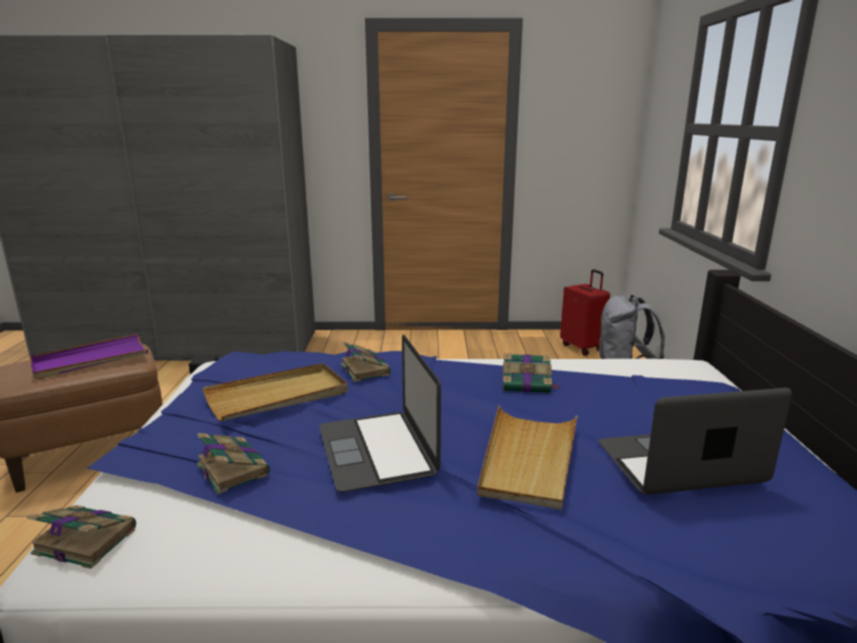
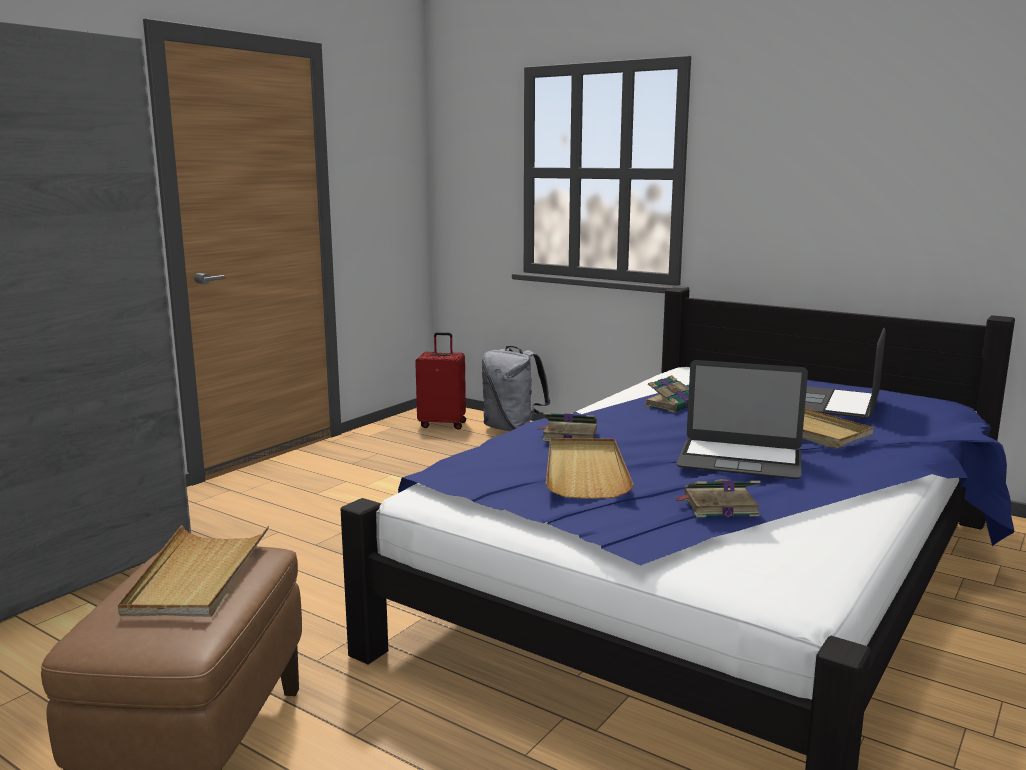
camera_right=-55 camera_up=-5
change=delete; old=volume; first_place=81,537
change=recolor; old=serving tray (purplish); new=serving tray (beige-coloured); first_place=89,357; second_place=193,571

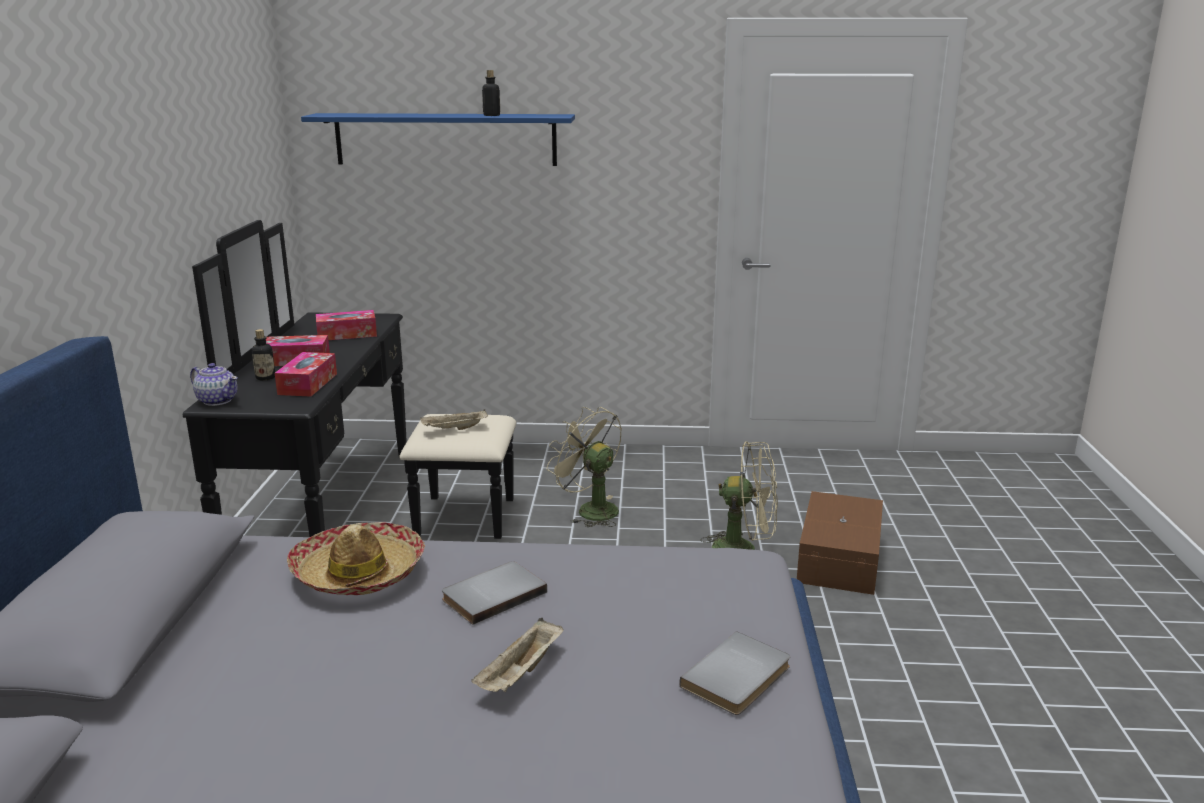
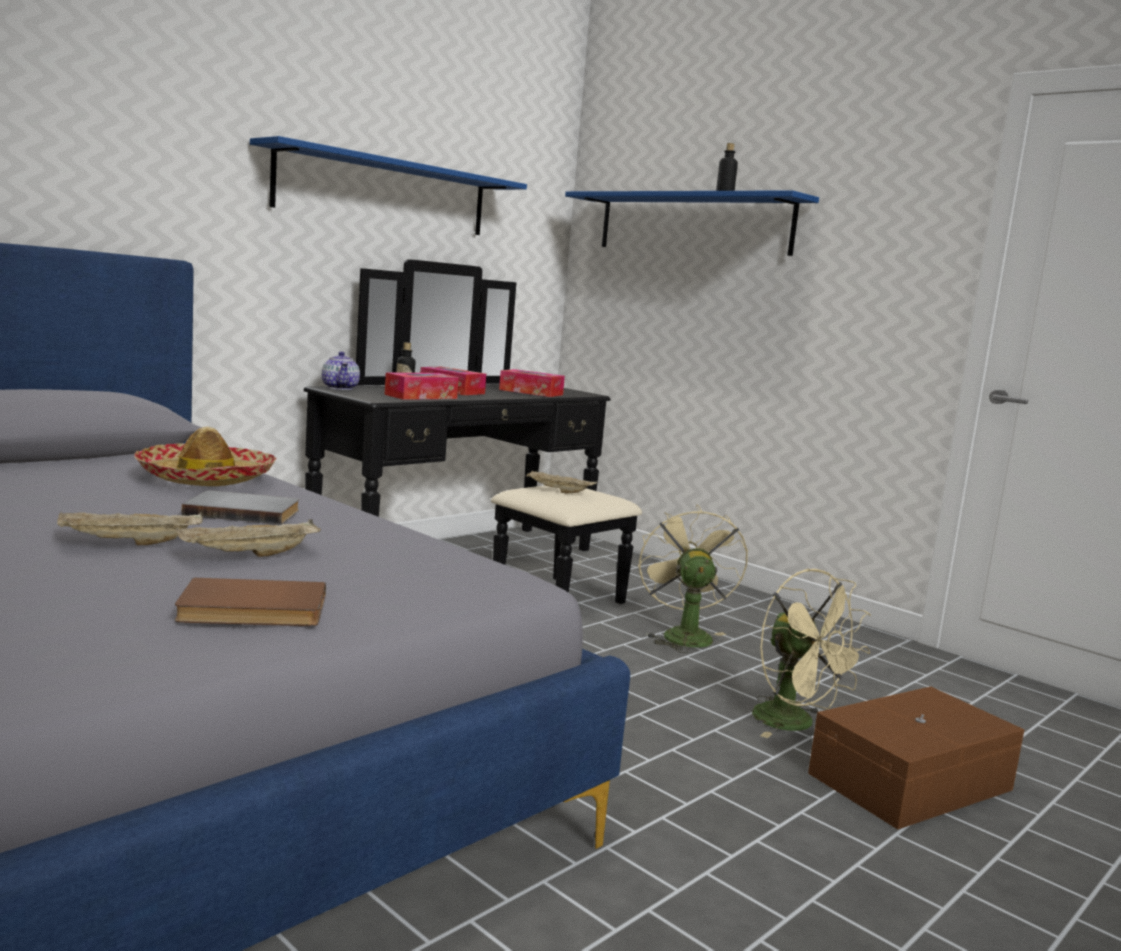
camera_right=40 camera_up=-10
change=insert; new=serving tray (beige-coloured); second_place=248,538
change=insert; new=wall shelf (blue-coloured); second_place=388,185
change=recolor; old=volume (greyish); new=volume (brownish); first_place=734,673; second_place=250,602

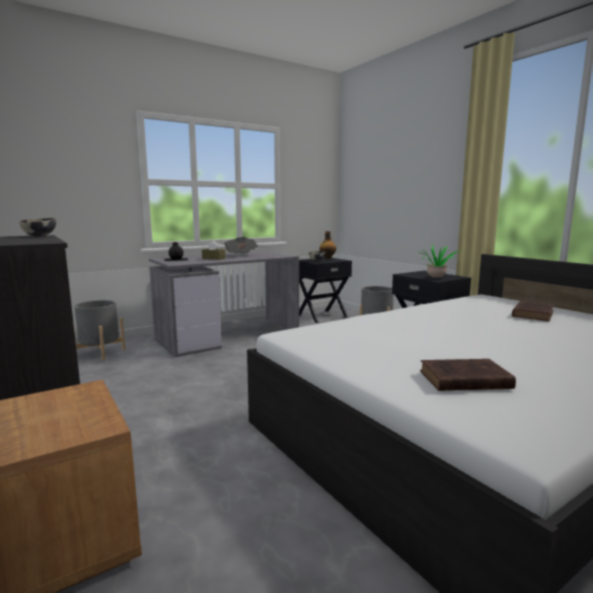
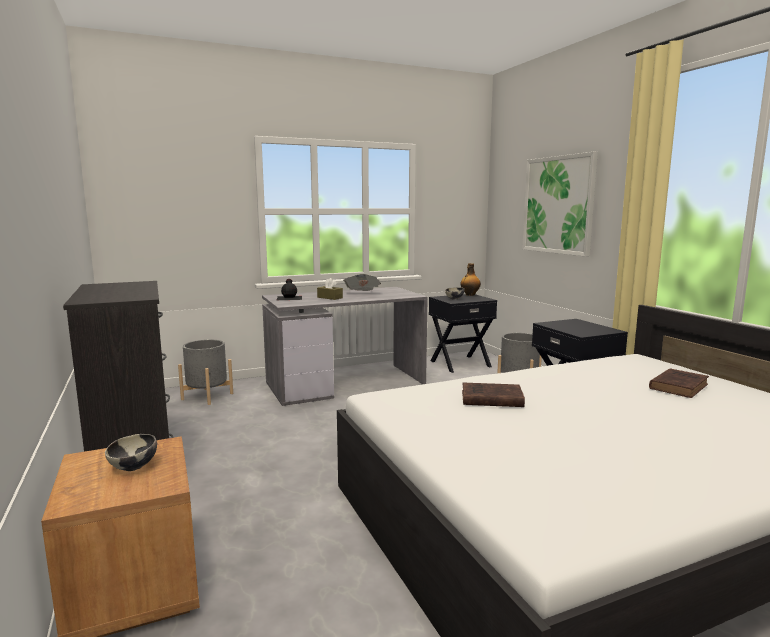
camera_right=10 camera_up=0
change=delete; old=potted plant; first_place=438,261
change=insert; new=wall picture; second_place=560,204
change=move; old=deep dish; first_place=37,227; second_place=131,452
change=move; old=volume (brownish); first_place=468,375; second_place=493,395

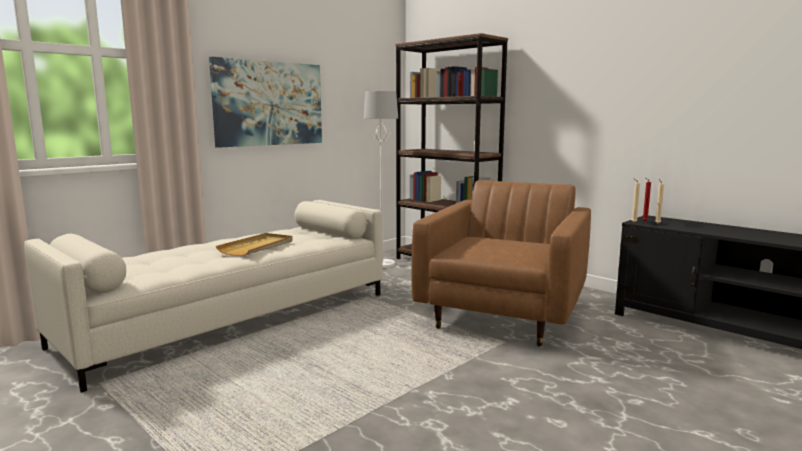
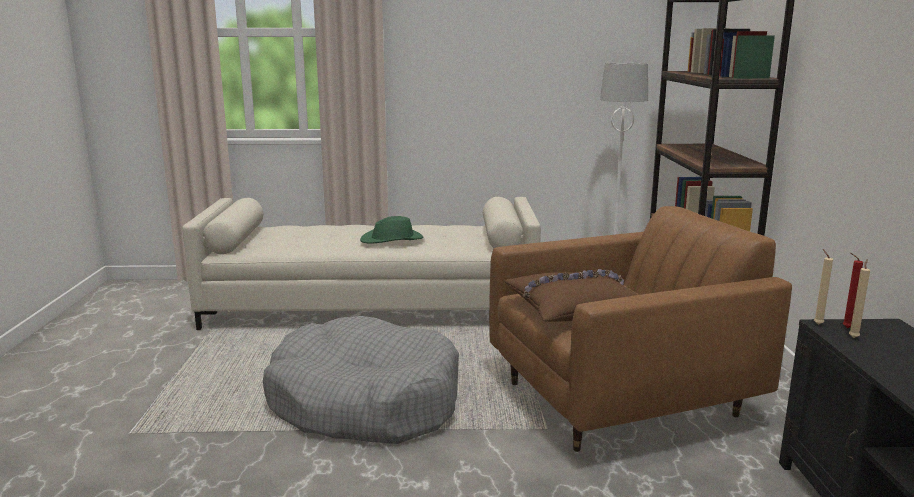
camera_right=45 camera_up=5
change=delete; old=wall picture; first_place=265,102
change=insert; new=dog cushion (greyish); second_place=361,380
change=insert; new=pillow (brownish); second_place=571,295
change=replace; old=serving tray (beige-coloured); new=hat (greenish); first_place=254,244; second_place=392,229

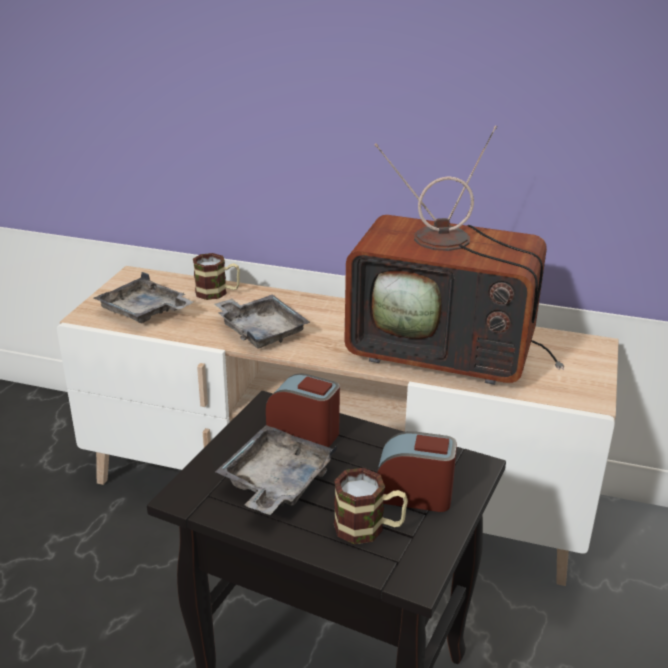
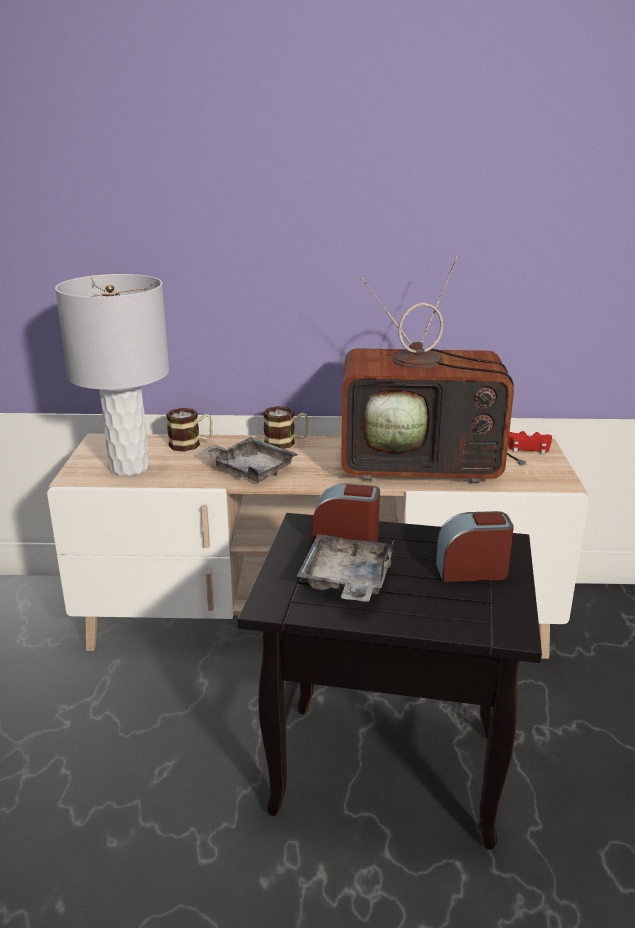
camera_right=-15 camera_up=-5
change=insert; new=gamepad (red-coloured); second_place=530,442
change=move; old=coffee mug; first_place=371,506; second_place=286,427
change=replace; old=serving tray (greyish); new=table lamp (greyish); first_place=143,297; second_place=112,375

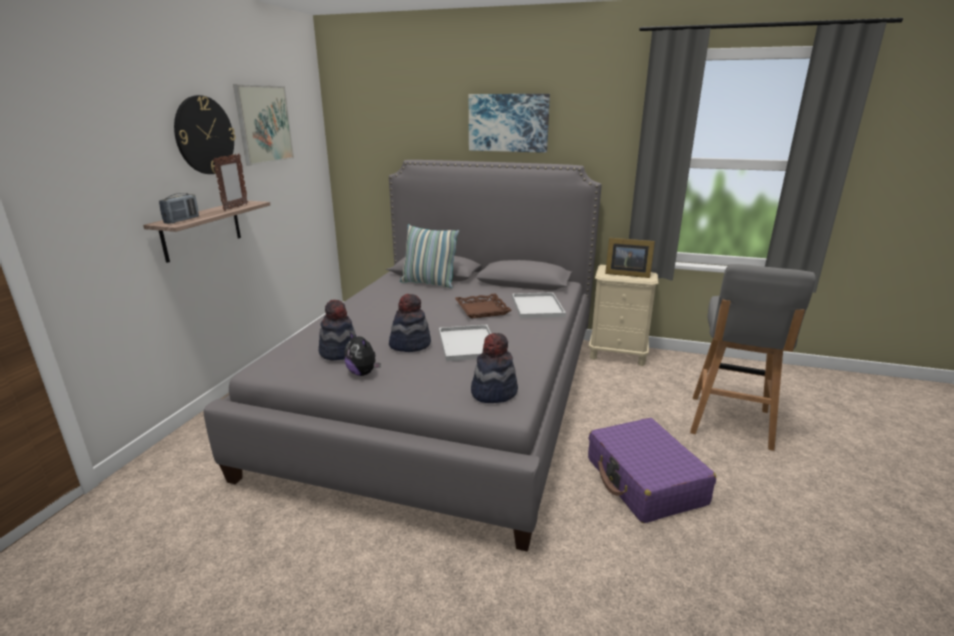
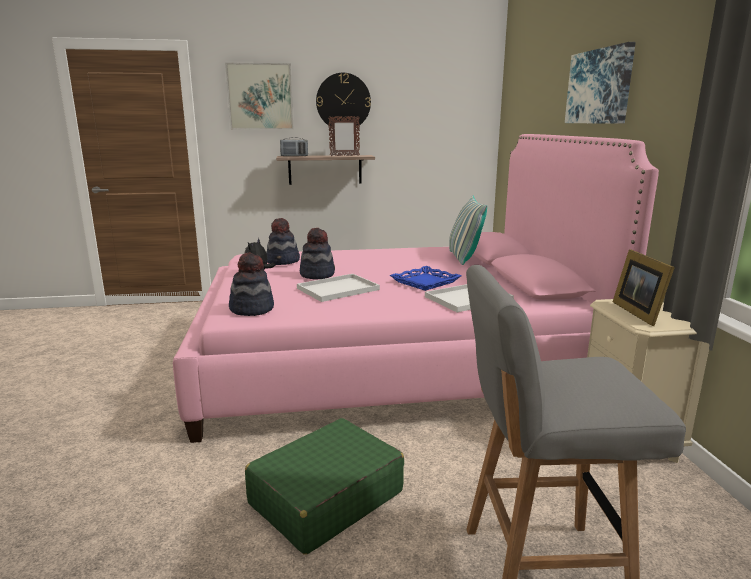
camera_right=65 camera_up=-5
change=move; old=wall picture; first_place=263,125; second_place=259,96
change=recolor; old=sleeping bed (greyish); new=sleeping bed (pink); first_place=402,356; second_place=416,288
change=recolor; old=serving tray (brownish); new=serving tray (blue-coloured); first_place=483,306; second_place=425,278
change=recolor; old=suitcase (purplish); new=suitcase (greenish); first_place=652,470; second_place=324,486

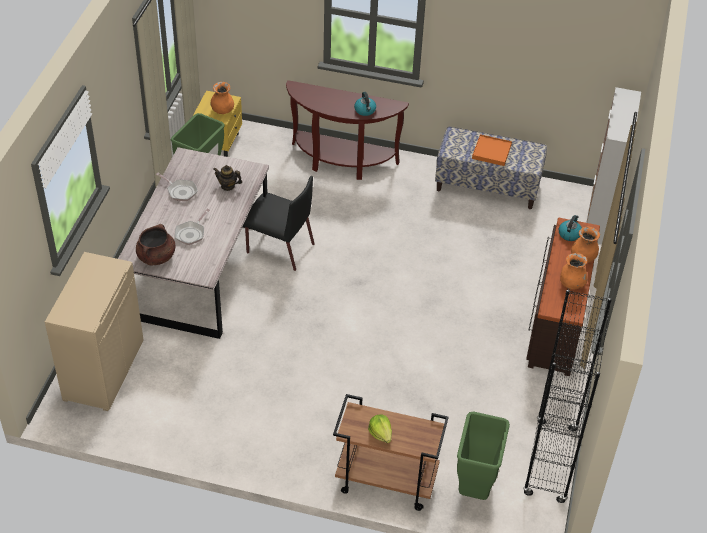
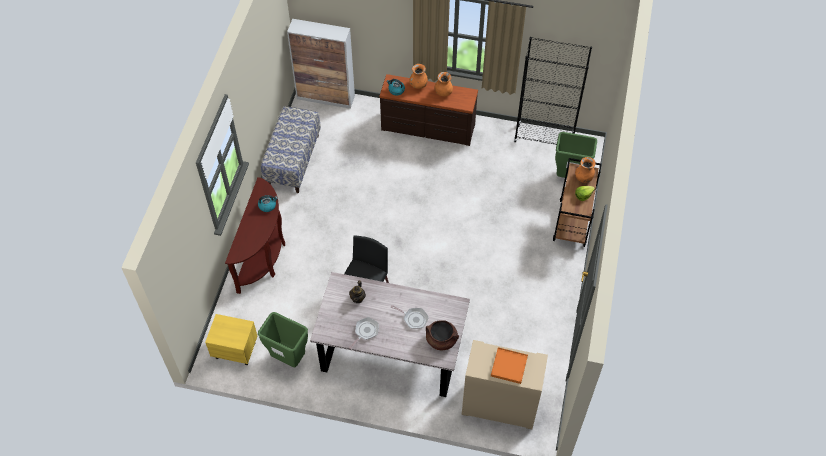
camera_right=-90 camera_up=10
change=move; old=flower vase (orangey); first_place=222,98; second_place=585,170
change=move; old=serving tray (orangey); first_place=492,150; second_place=509,365

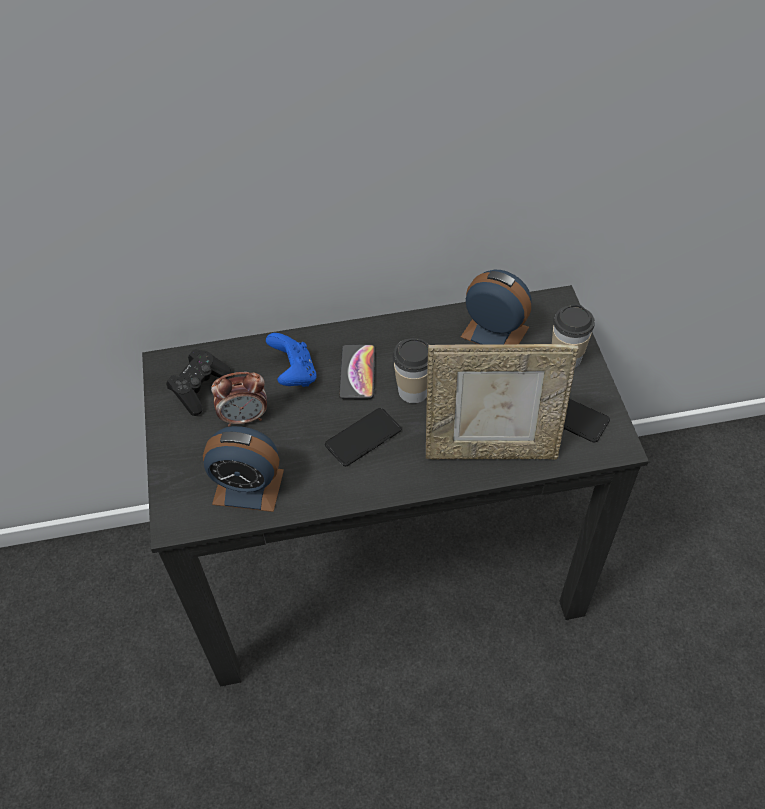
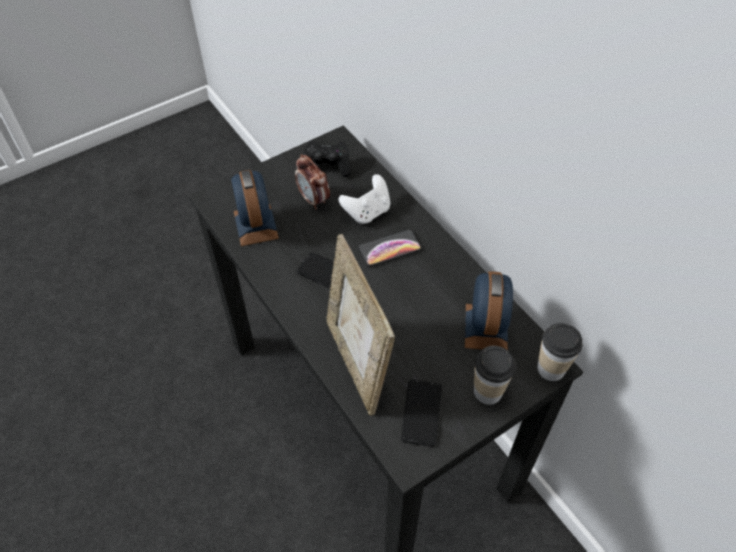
camera_right=65 camera_up=0
change=move; old=cup; first_place=411,370; second_place=560,352
change=recolor; old=gamepad (blue-coloured); new=gamepad (white); first_place=291,360; second_place=364,199

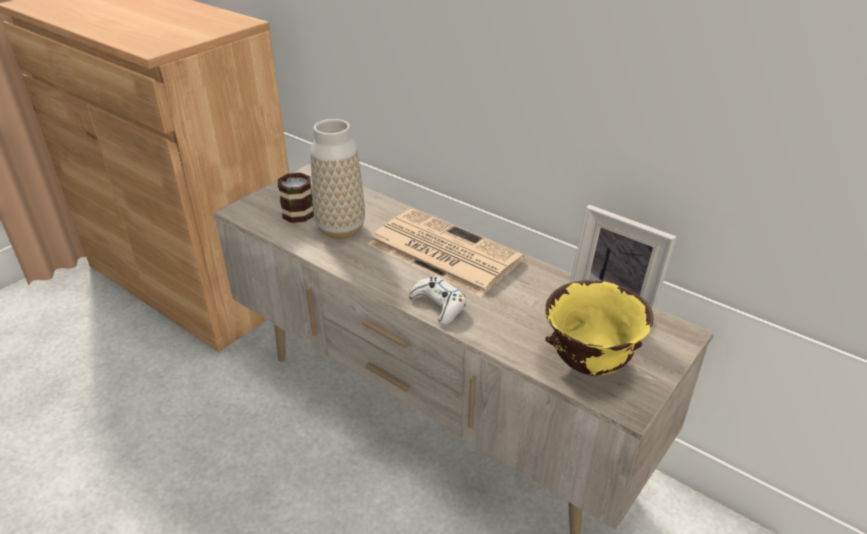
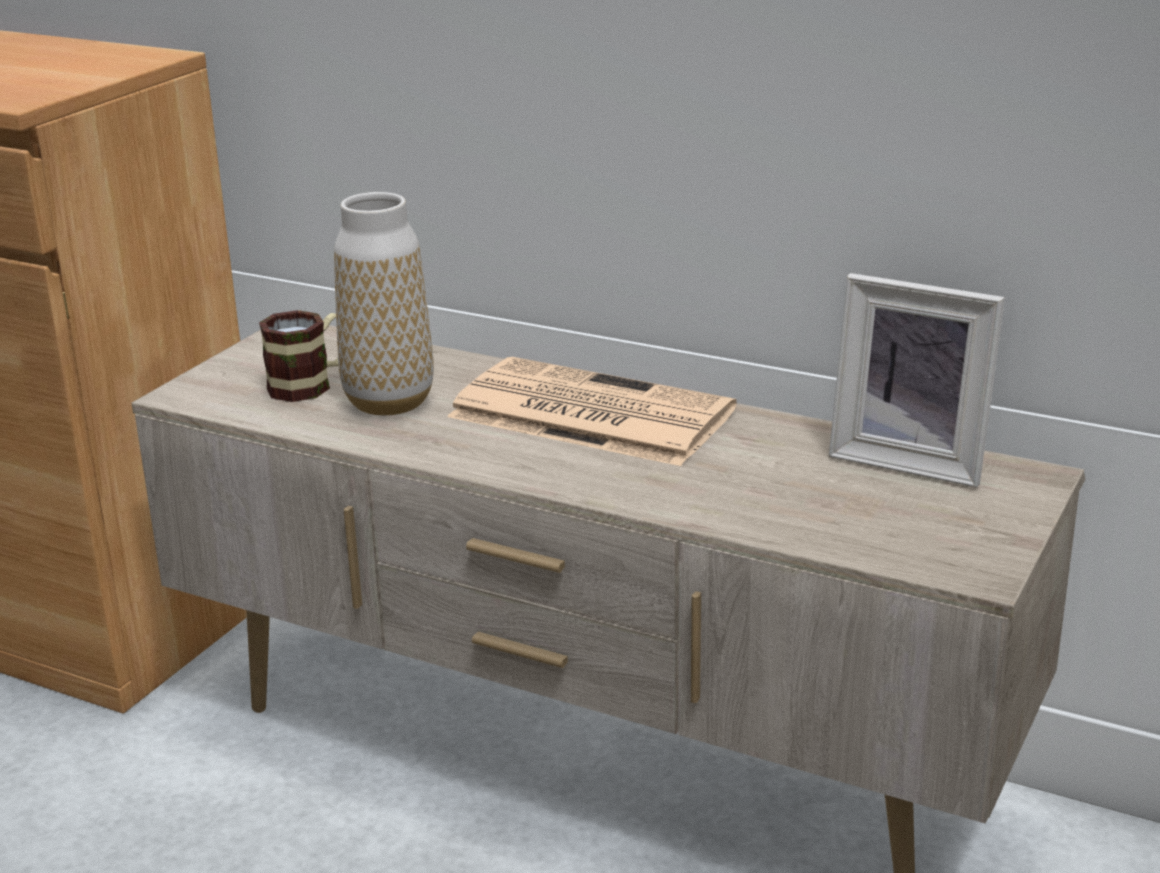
camera_right=-10 camera_up=-10
change=delete; old=gamepad (white); first_place=437,300
change=delete; old=deep dish (yellow-coloured); first_place=599,328

